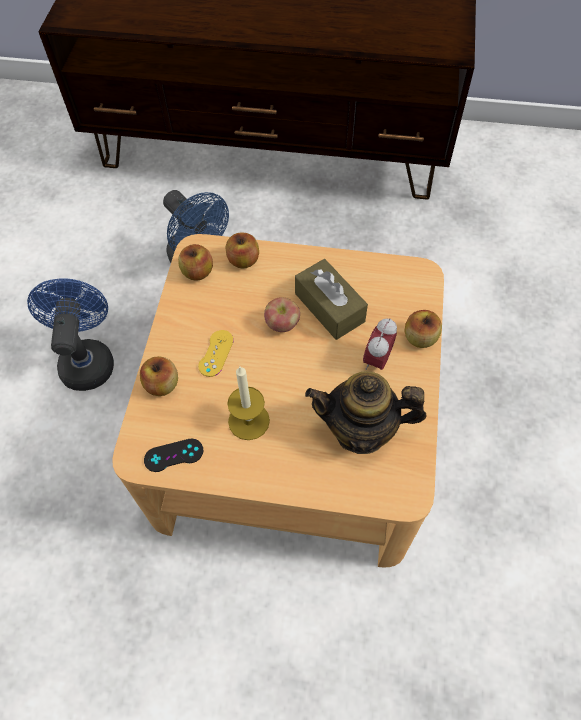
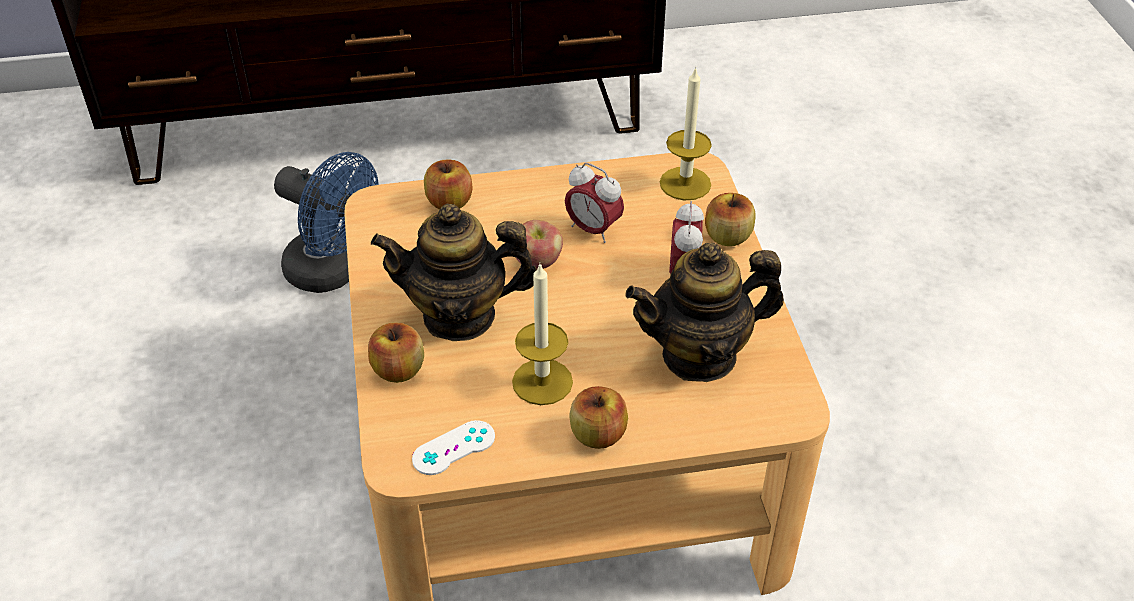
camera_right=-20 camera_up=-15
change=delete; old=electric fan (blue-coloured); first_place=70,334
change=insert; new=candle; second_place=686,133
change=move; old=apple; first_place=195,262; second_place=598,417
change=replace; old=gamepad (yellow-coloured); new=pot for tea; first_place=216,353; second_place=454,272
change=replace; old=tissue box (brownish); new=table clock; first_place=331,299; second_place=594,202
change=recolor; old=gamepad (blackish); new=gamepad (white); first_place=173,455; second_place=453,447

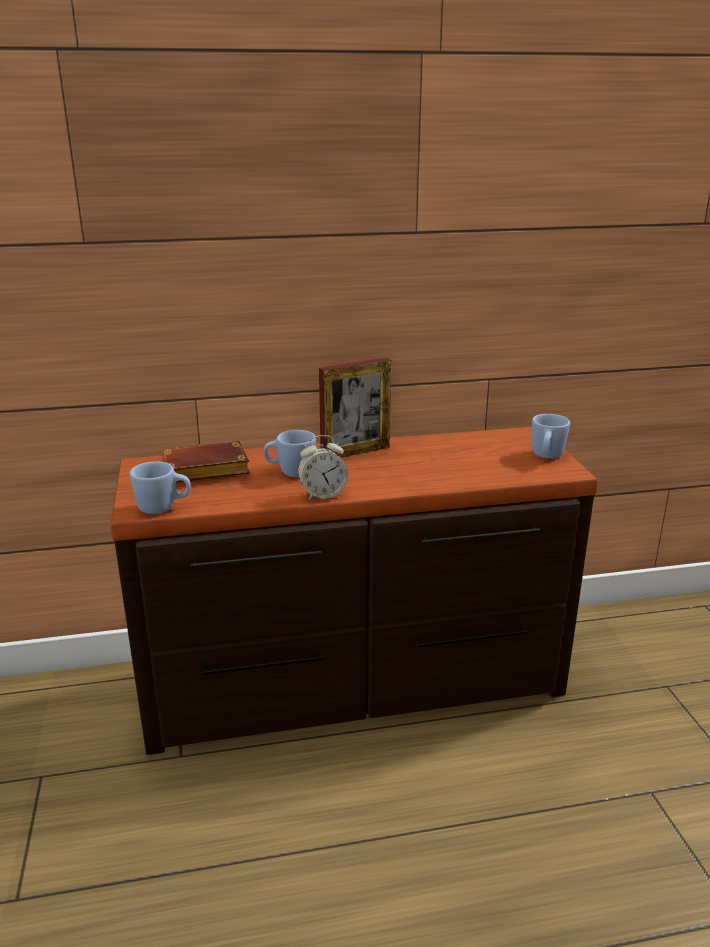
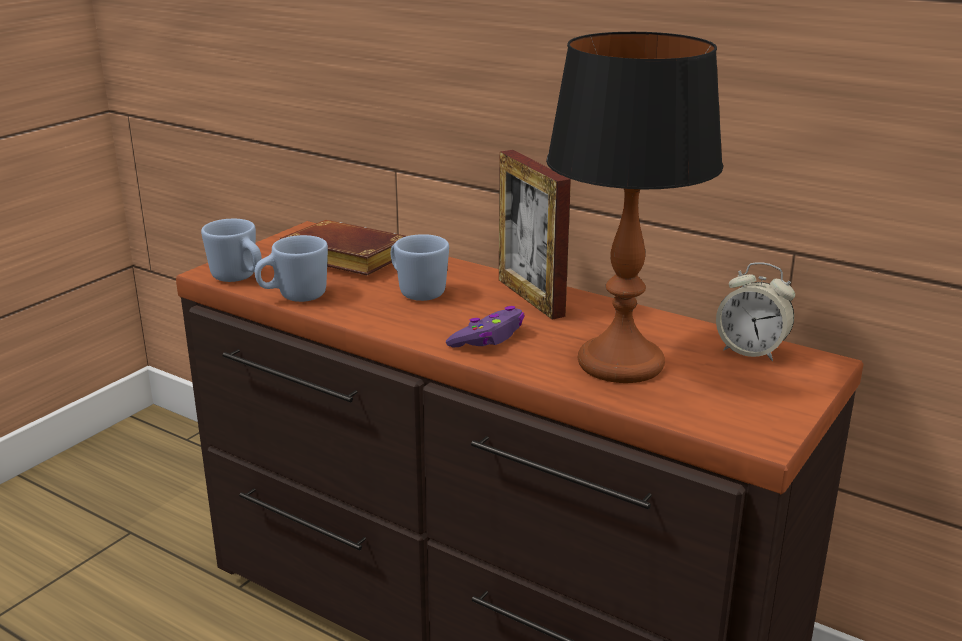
camera_right=45 camera_up=0
change=insert; new=gamepad (purplish); second_place=485,326
change=insert; new=table lamp; second_place=634,207
change=move; old=table clock; first_place=323,467; second_place=755,311
change=move; old=coffee mug (blue-coloured); first_place=551,436; second_place=291,268
change=rotate; old=photo frame; first_place=355,407; second_place=535,235; degrees=45

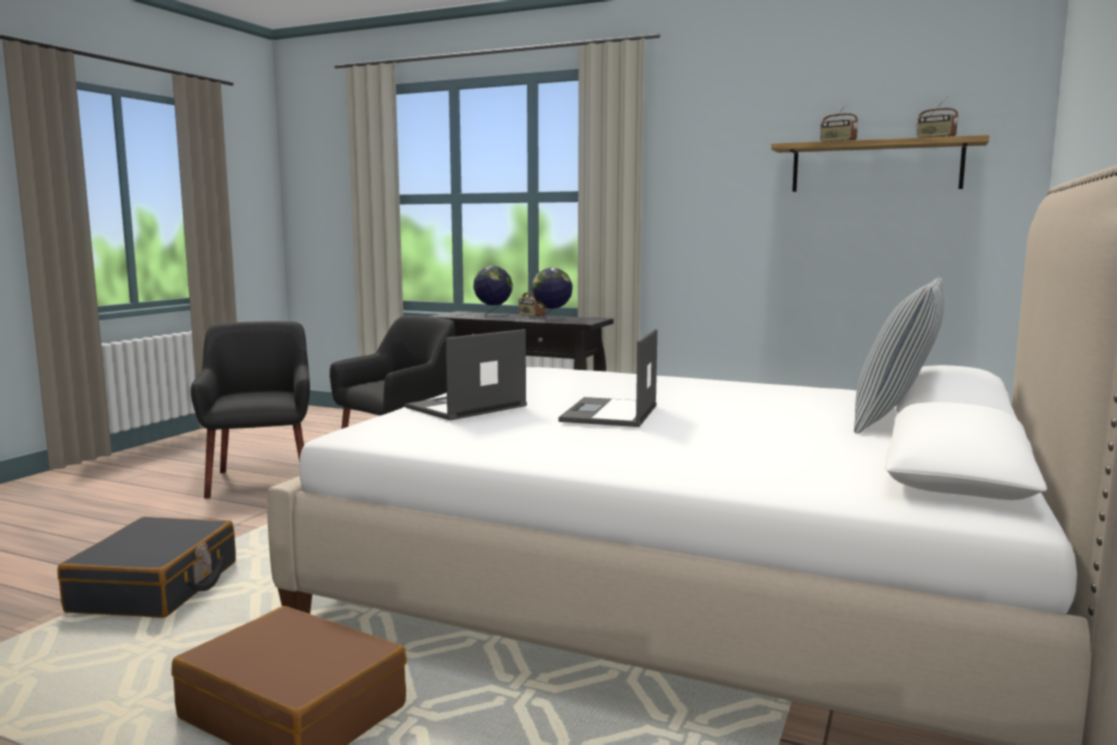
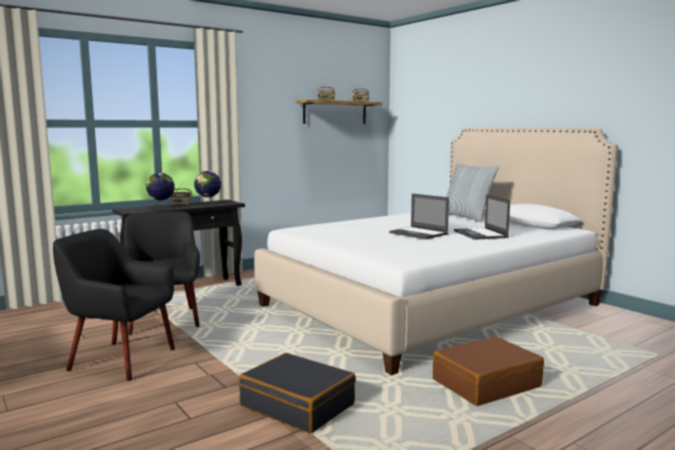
camera_right=-60 camera_up=0
change=move; old=notebook computer; first_place=466,374; second_place=482,217

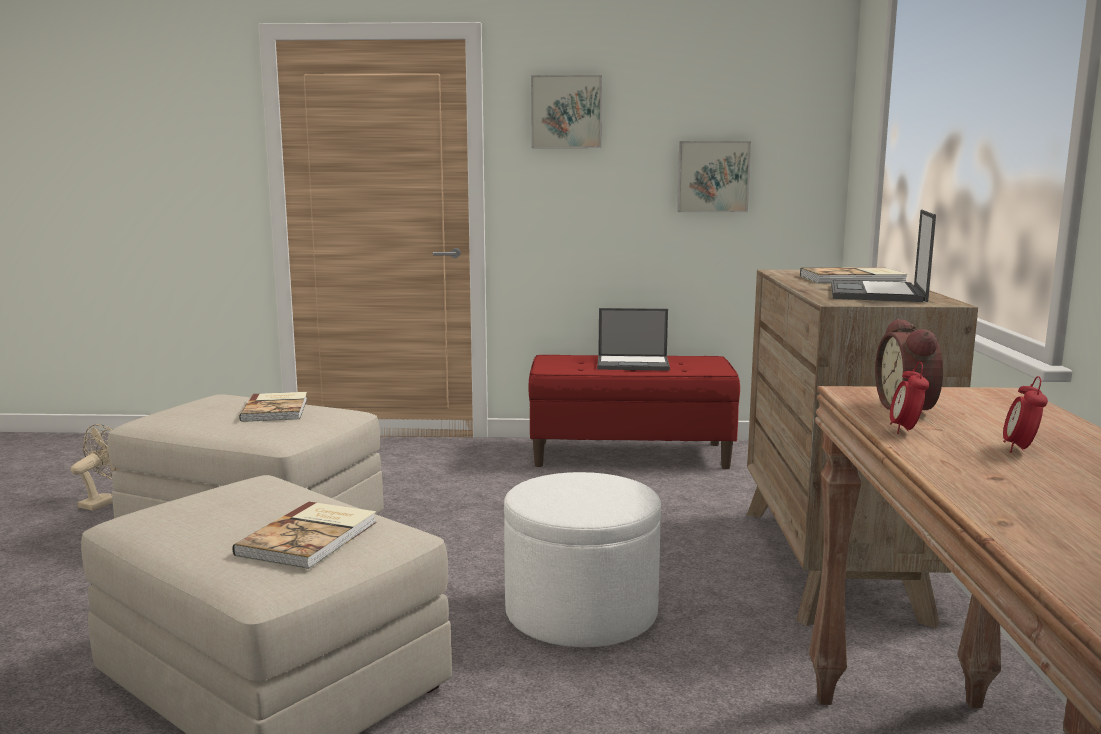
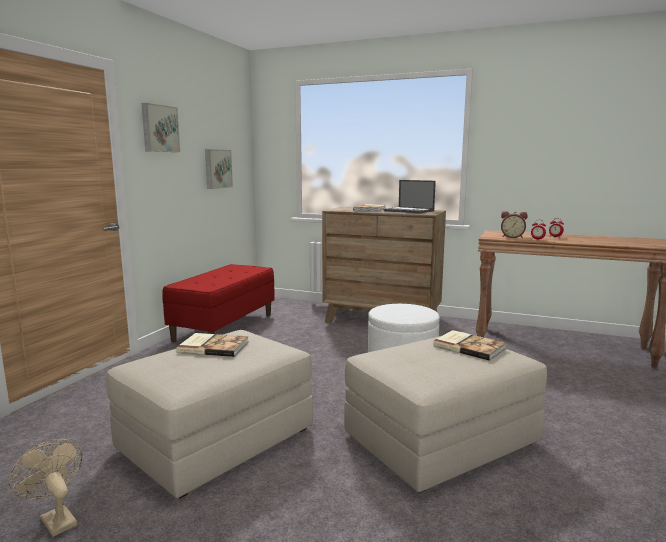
camera_right=-70 camera_up=0
change=delete; old=notebook computer; first_place=633,339

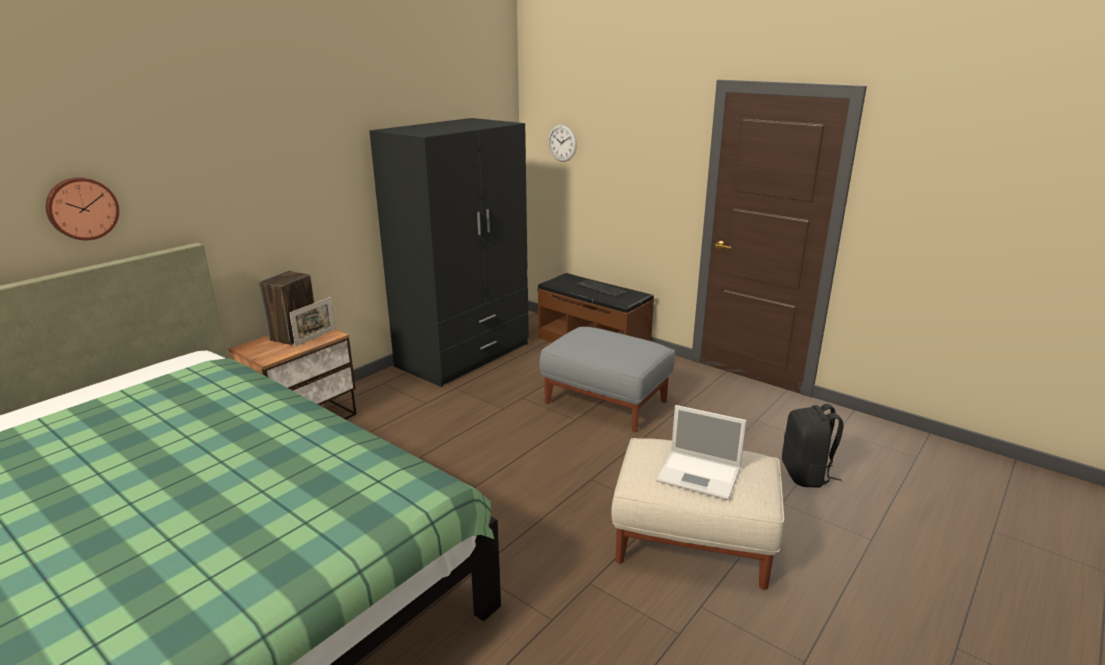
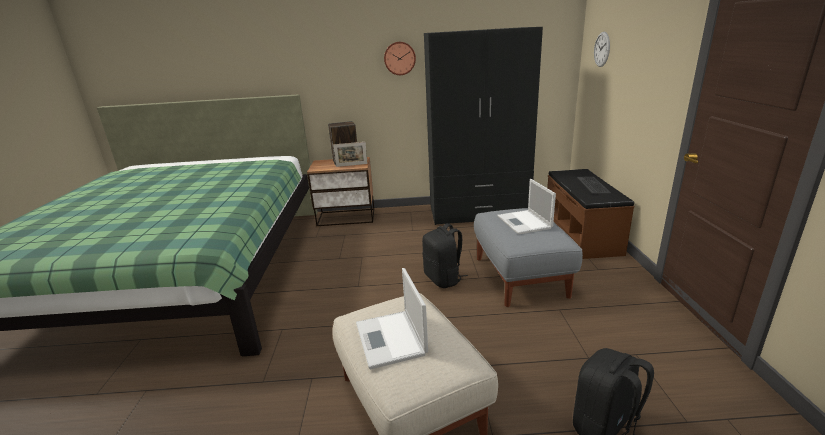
camera_right=50 camera_up=0
change=insert; new=rucksack (blackish); second_place=445,255
change=insert; new=notebook computer; second_place=526,207
change=move; old=hanging clock; first_place=82,208; second_place=400,58

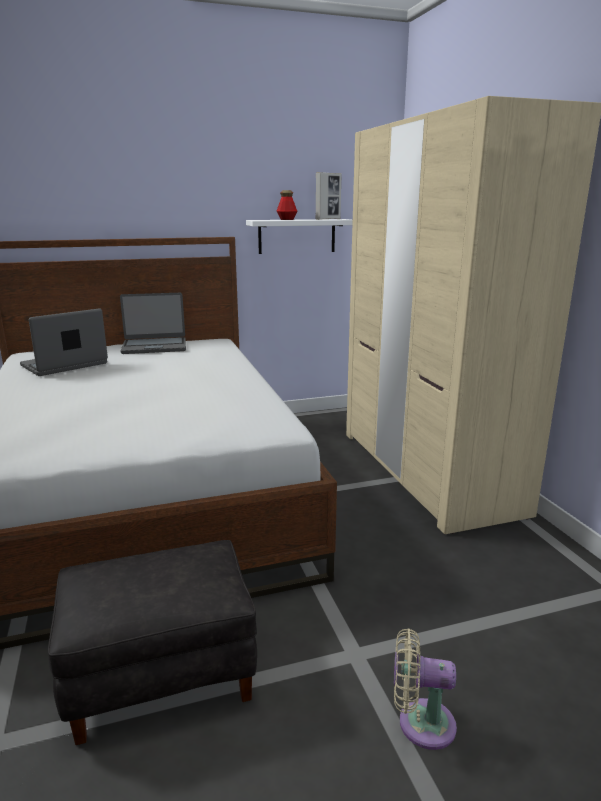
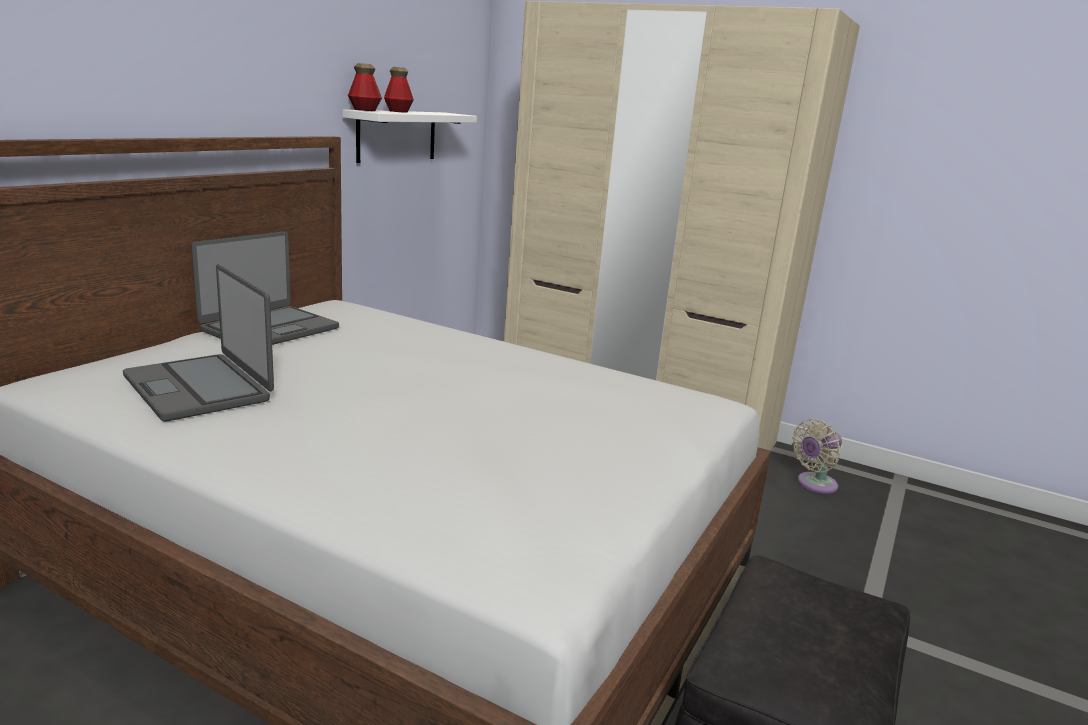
camera_right=-45 camera_up=0
change=delete; old=photo frame; first_place=328,196
change=insert; new=drink bottle; second_place=365,87
change=move; old=electric fan (beige-coloured); first_place=425,689; second_place=817,456
change=rotate; old=notebook computer; first_place=64,342; second_place=198,343; degrees=-45

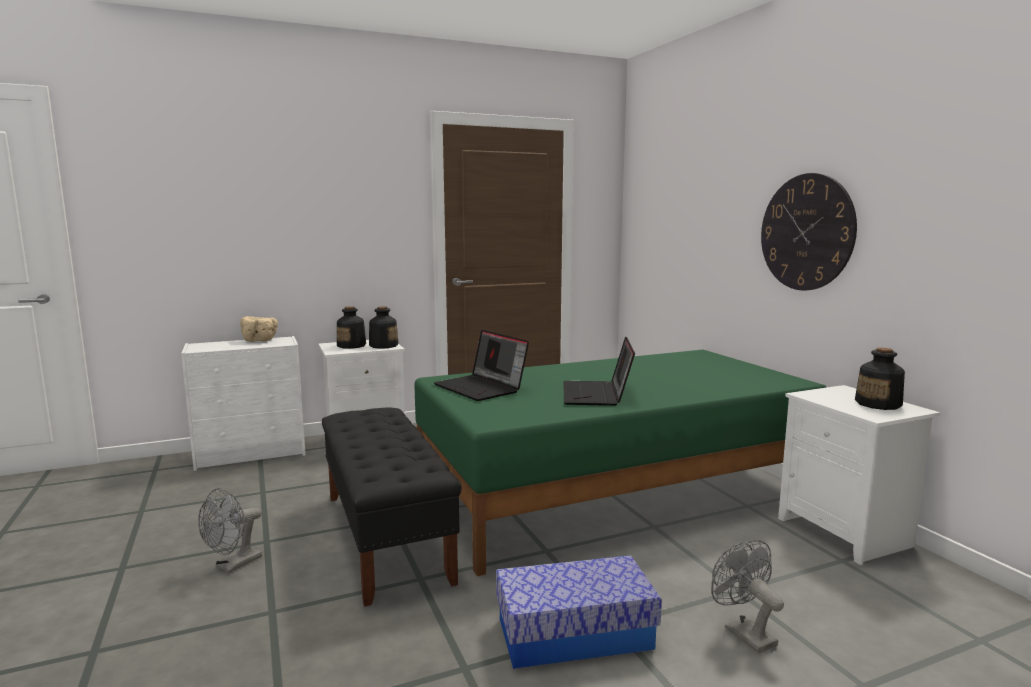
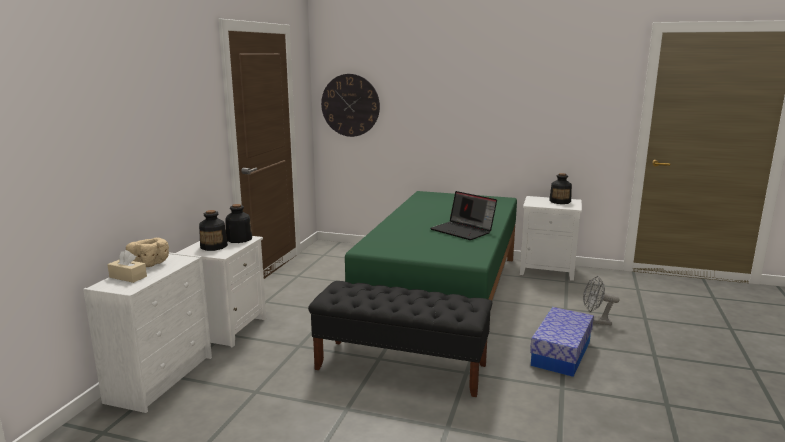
camera_right=-50 camera_up=5
change=delete; old=electric fan (greyish); first_place=230,530
change=delete; old=notebook computer; first_place=481,365
change=insert; new=tissue box (beige-coloured); second_place=127,266
change=move; old=hanging clock; first_place=809,231; second_place=350,105

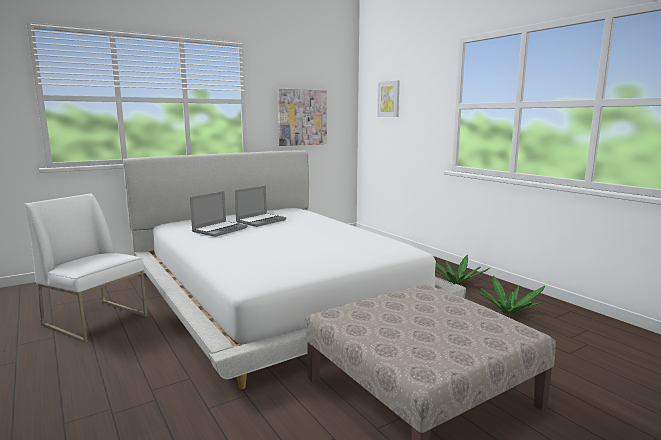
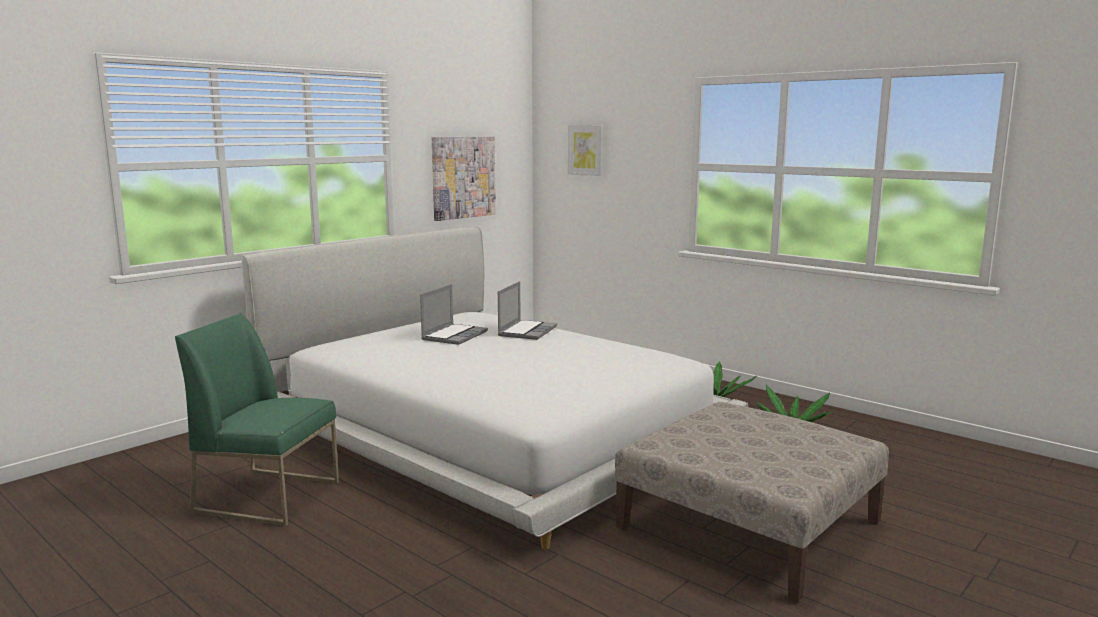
camera_right=-15 camera_up=0
change=move; old=notebook computer; first_place=219,214; second_place=527,310
change=recolor; old=chair (white); new=chair (greenish); first_place=85,268; second_place=257,420

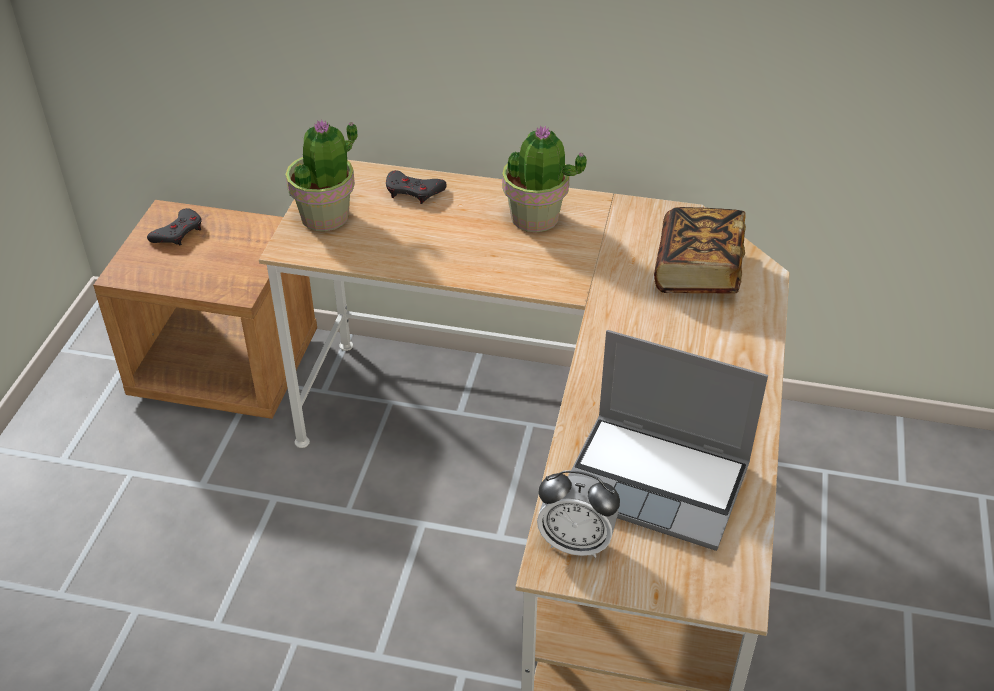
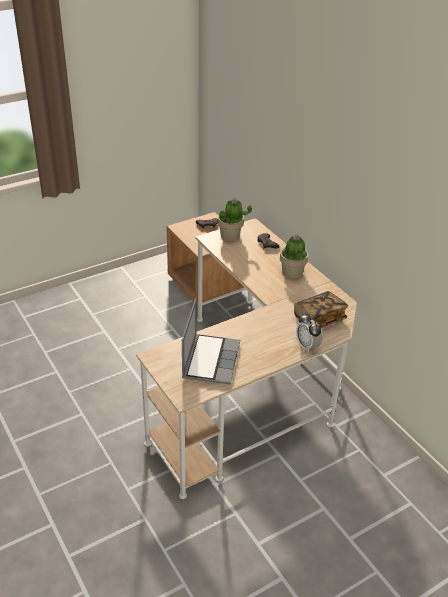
camera_right=45 camera_up=-5
change=move; old=table clock; first_place=578,514; second_place=309,333
change=rotate; old=notebook computer; first_place=668,440; second_place=211,341; degrees=-150

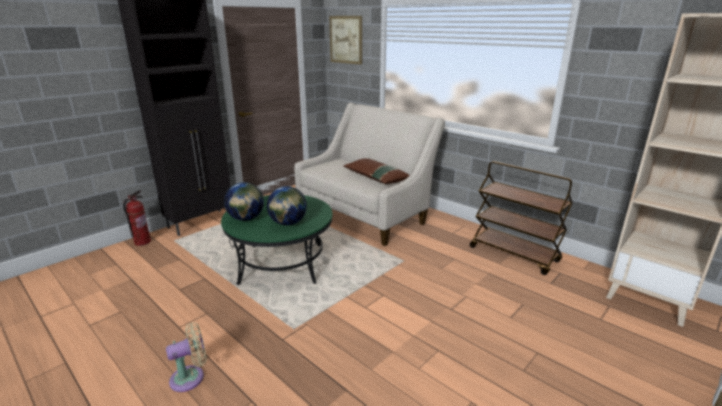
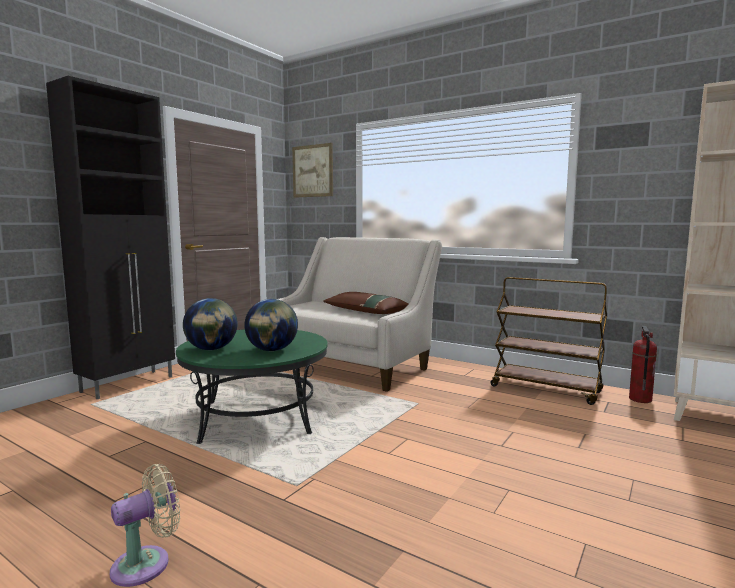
camera_right=-10 camera_up=-15
change=move; old=extinguisher; first_place=137,218; second_place=643,364

